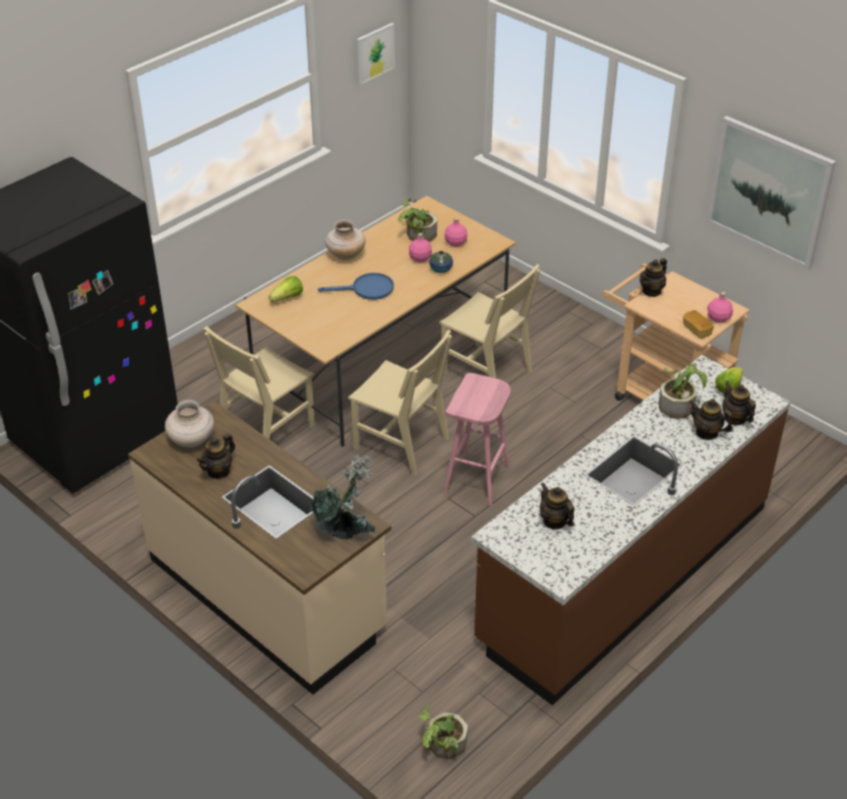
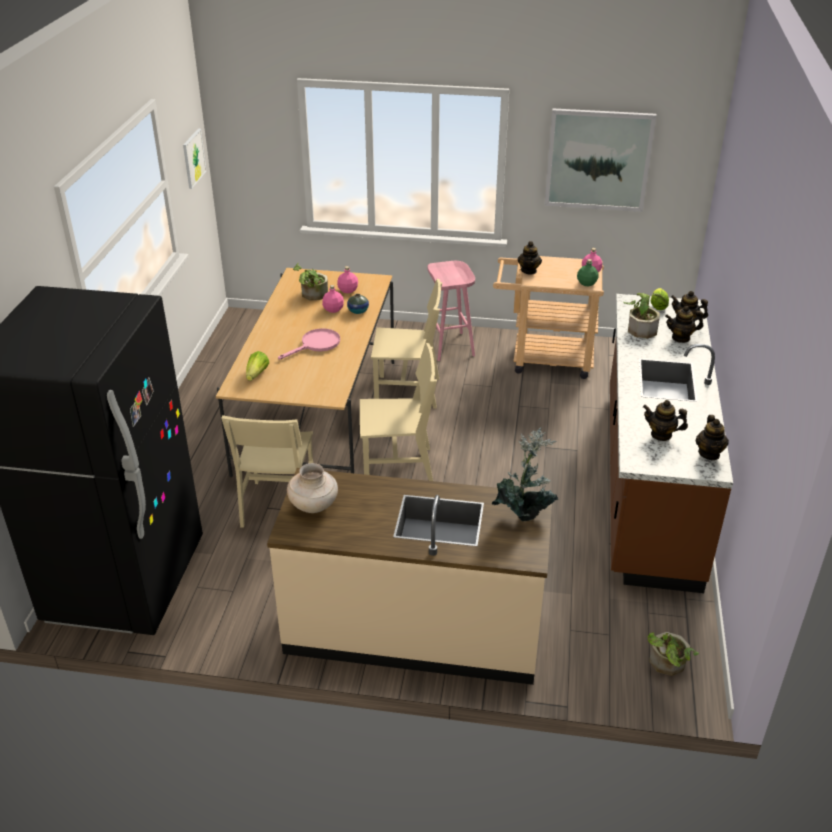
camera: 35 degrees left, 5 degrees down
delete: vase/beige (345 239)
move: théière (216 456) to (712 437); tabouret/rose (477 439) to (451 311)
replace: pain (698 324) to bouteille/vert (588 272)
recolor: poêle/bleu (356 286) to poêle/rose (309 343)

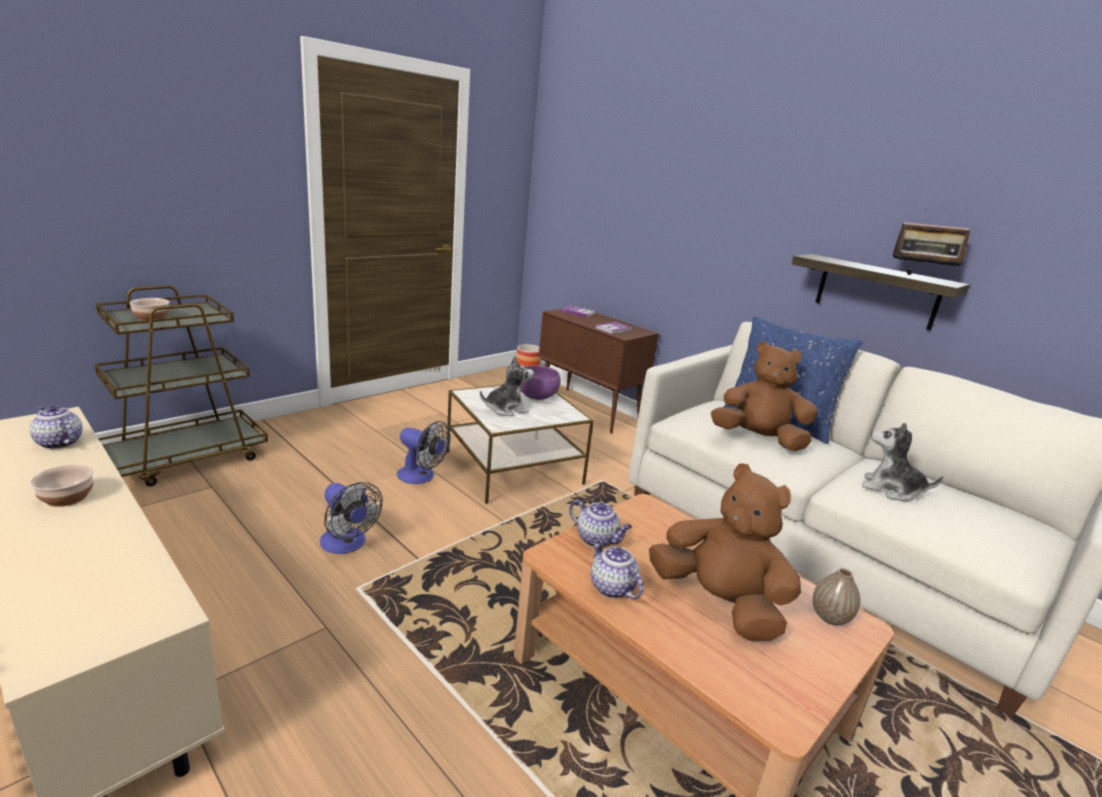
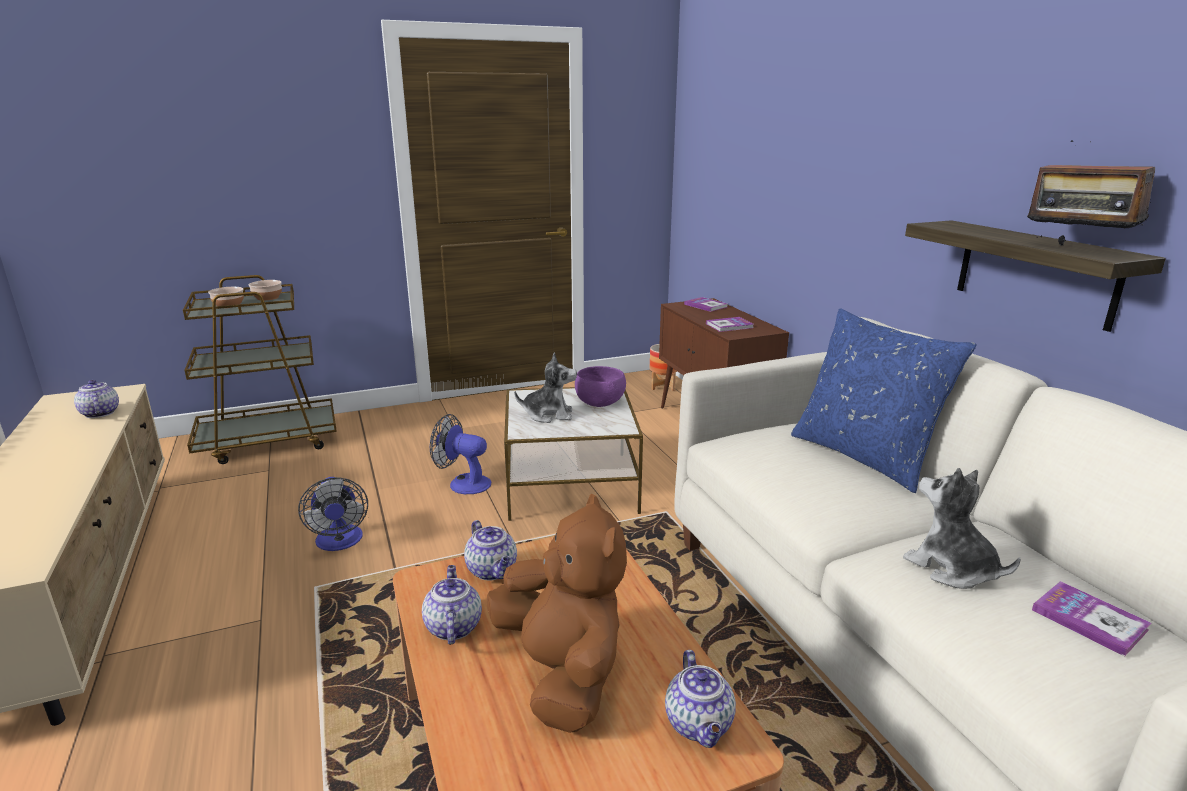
camera: 25 degrees right, 0 degrees up
delete: peluche/marron (764 396)
insert: livre (1091 619)
move: bol (61 486) to (265 290)
replace: vase (836 596) to théière (700 699)
rotate: ventilateur (423 452) = (460 454) 150 degrees clockwise

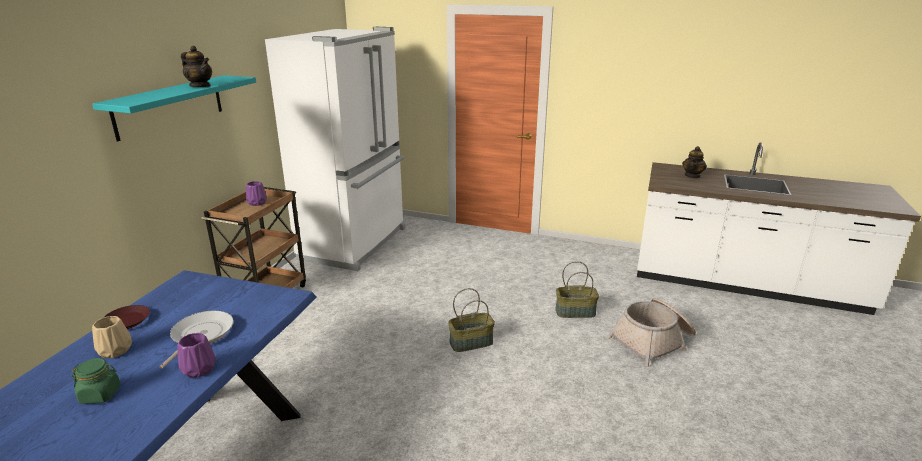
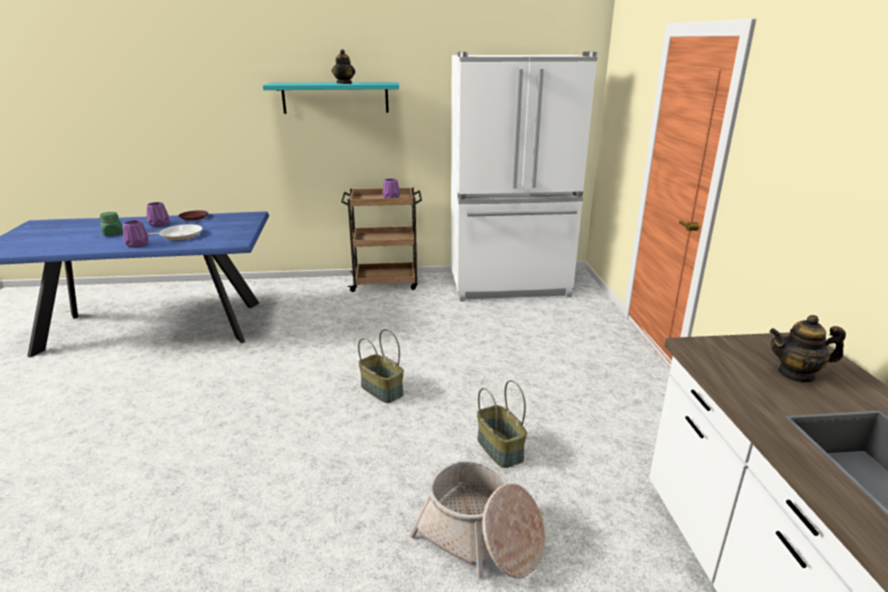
camera: 65 degrees right, 0 degrees up
recolor: vase/beige (112 337) to vase/violet (158 214)

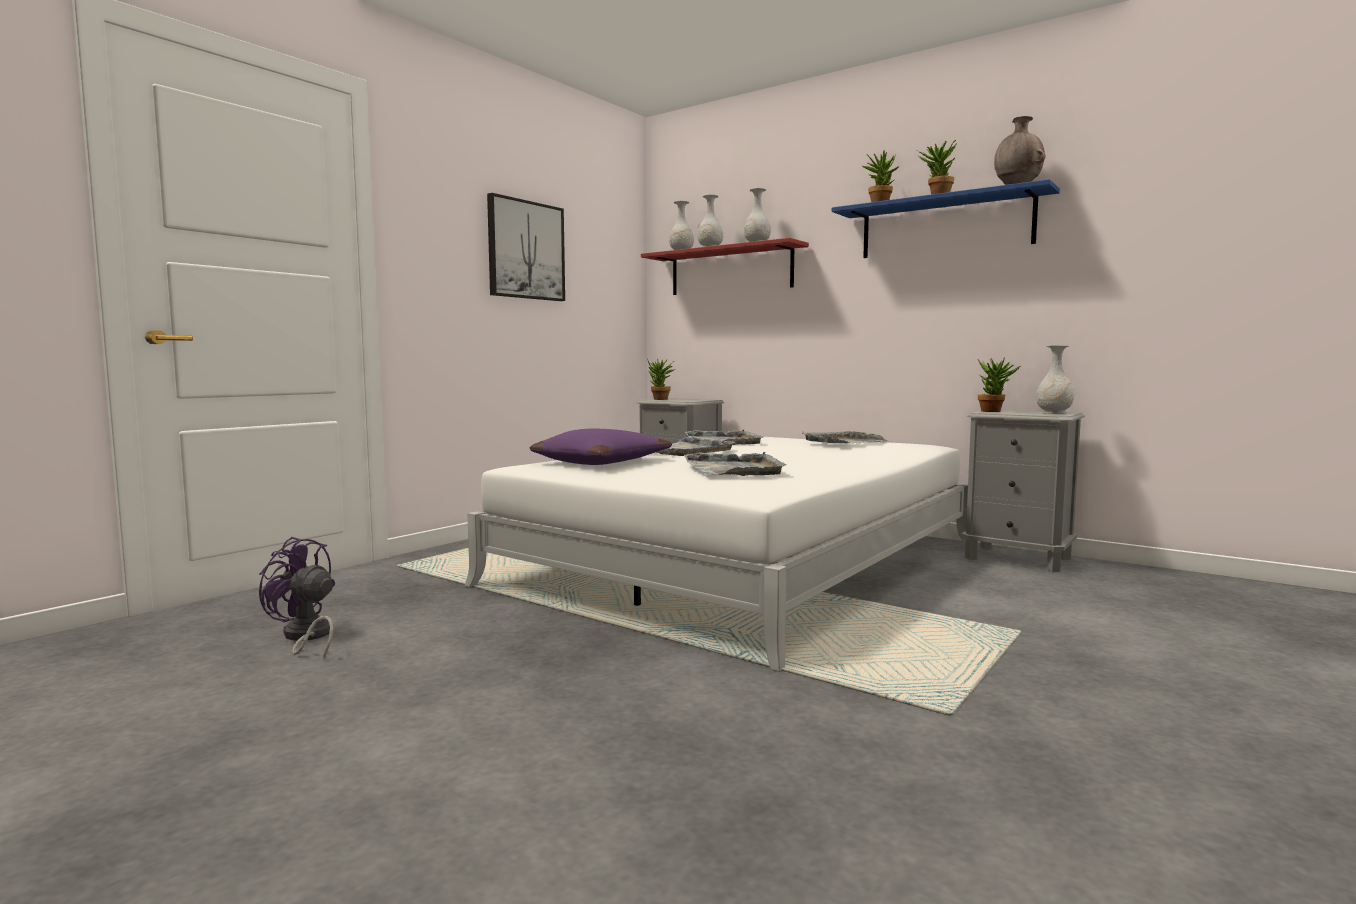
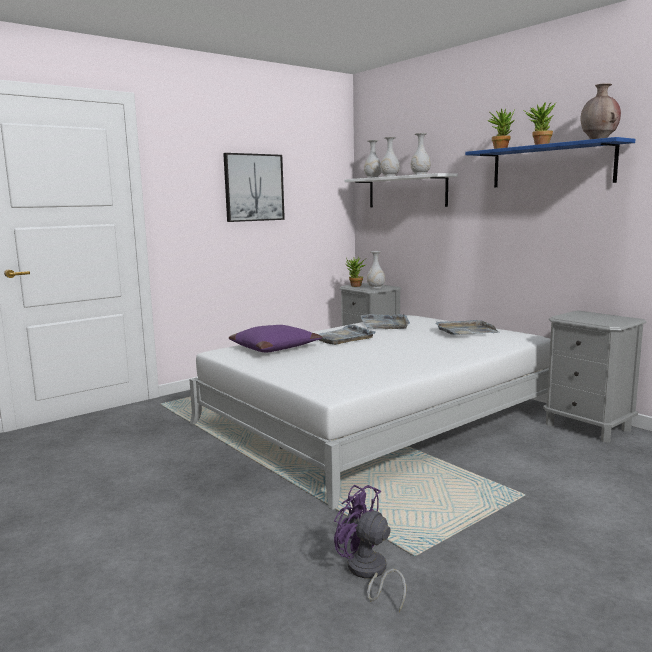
camera: 15 degrees right, 5 degrees up
delete: plateau/gris (735 464); plante en pot (999 384)
move: ventilateur/violet (297 598) to (370 548); vase/blanc (1055 379) to (376 270)
recolor: étagère/rouge (725 266) to étagère/blanc (401 190)

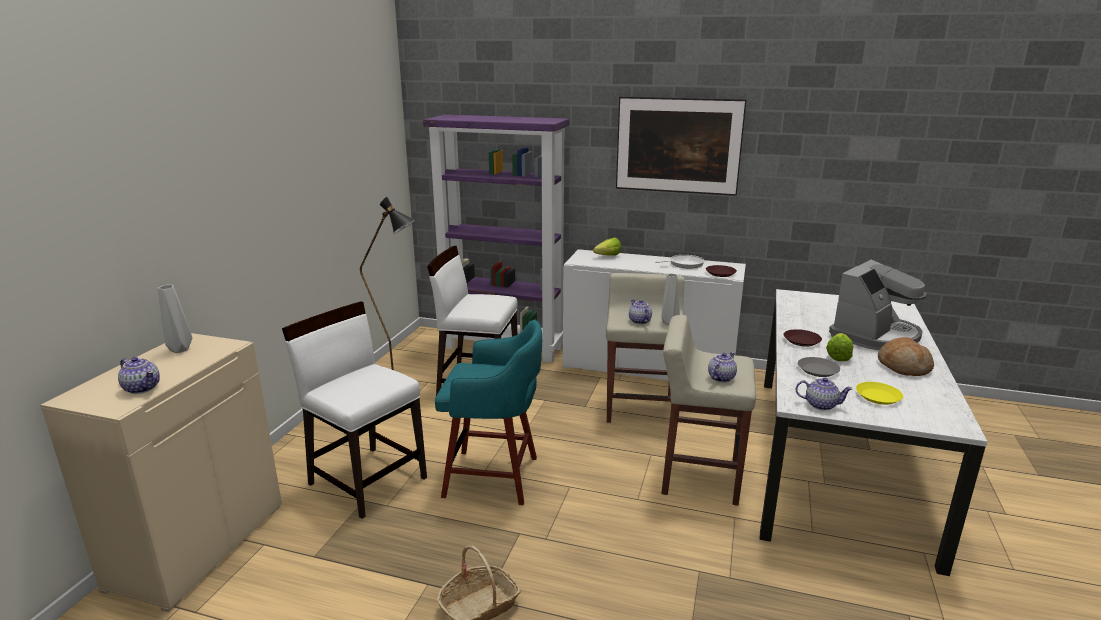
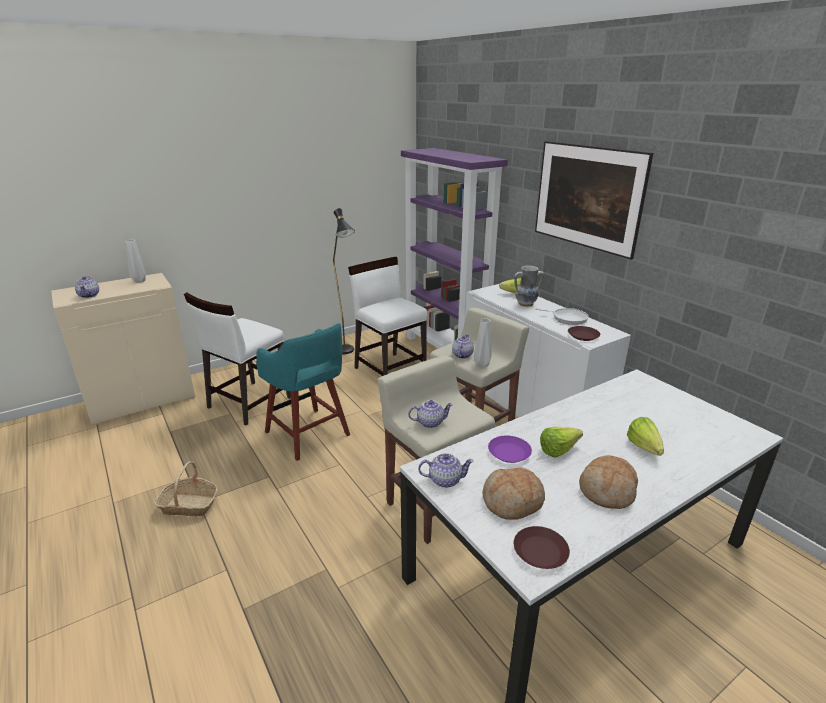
camera: 40 degrees right, 5 degrees up
insert: vase (529 286)
move: assiette/marron (802 338) to (542 547)
replace: machine à café (878 304) to laitue (645 436); assiette/jaune (879 393) to pain (514 493)
recolor: assiette/gris (819 367) to assiette/violet (510 449)
rotate: chaise/blanc (354 410) = (237 359) 135 degrees counterclockwise; théière (824 393) = (446 470) 60 degrees counterclockwise

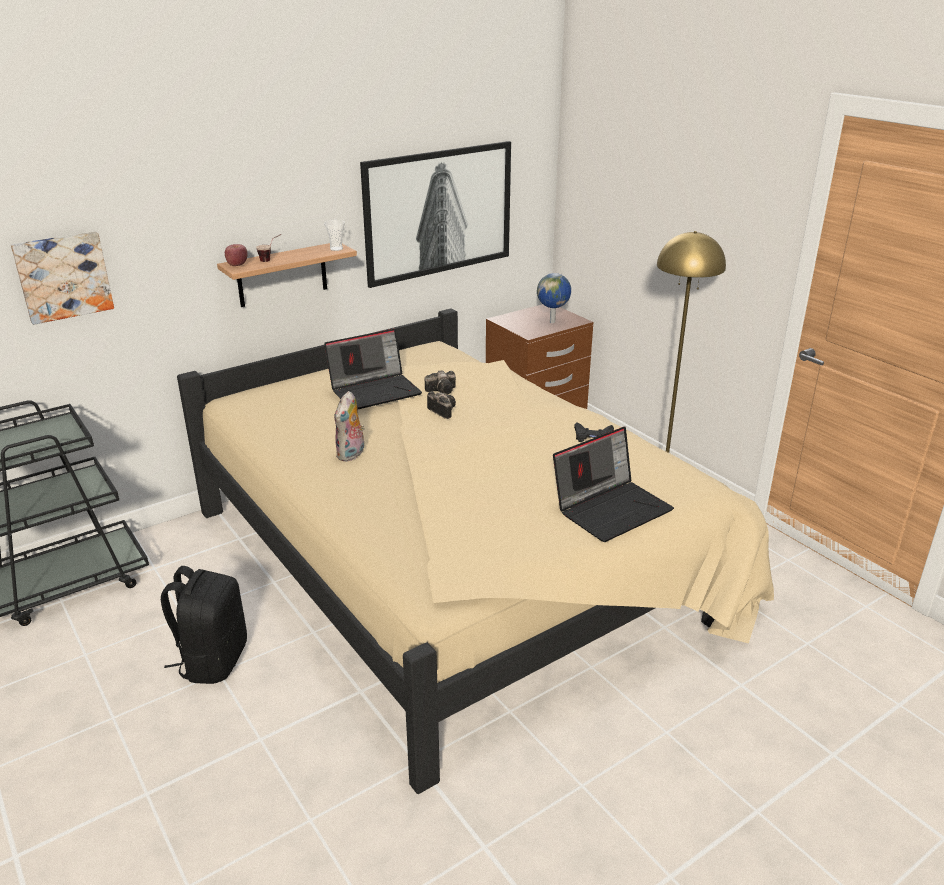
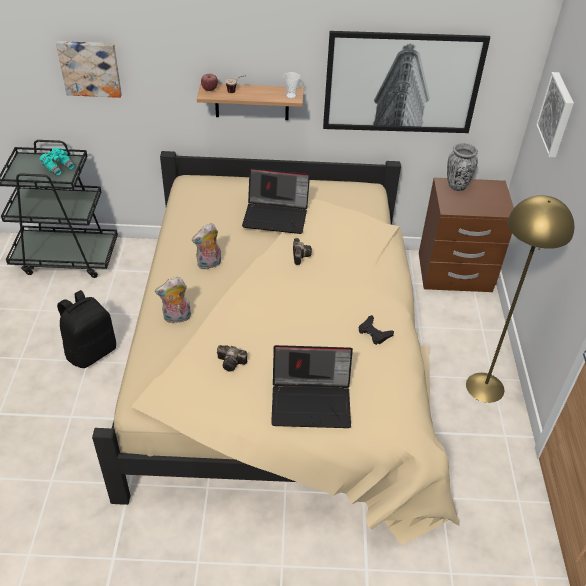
camera: 35 degrees right, 15 degrees up
delete: globe (554 298)
insert: jumelles/turquoise (57 162); peluche (173 300); vase (462 167); tableau (555 114)
move: appareil photo (440 382) to (232 358)

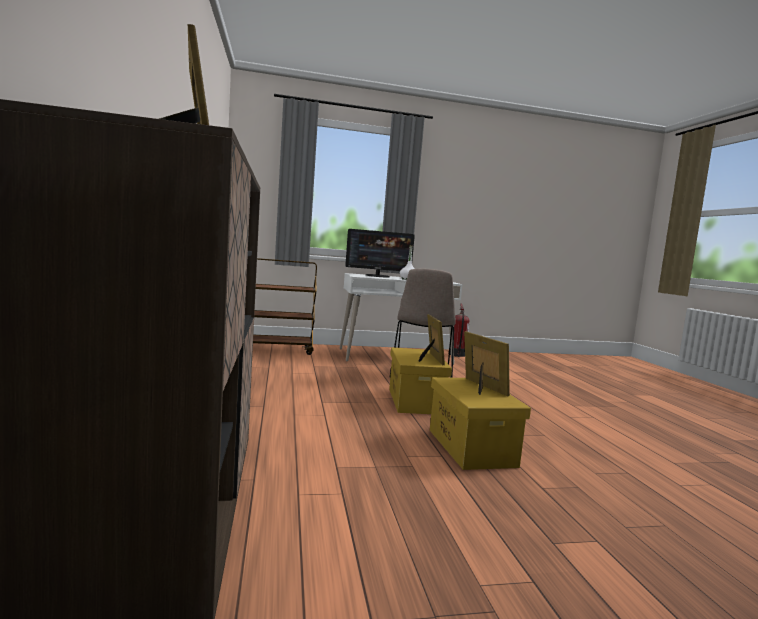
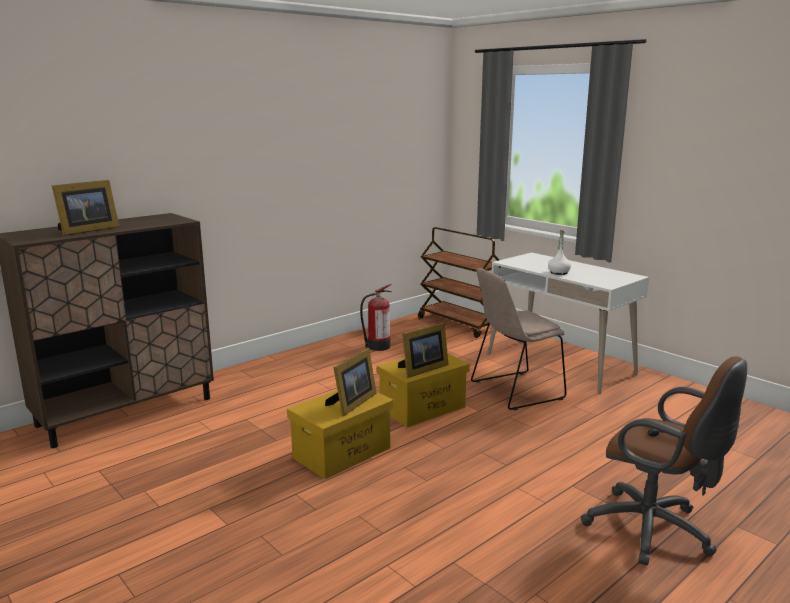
camera: 60 degrees right, 10 degrees up
delete: écran d'ordinateur (380 253)
insert: chaise de bureau/marron (664 460)
move: extincteur (460 330) to (375 317)

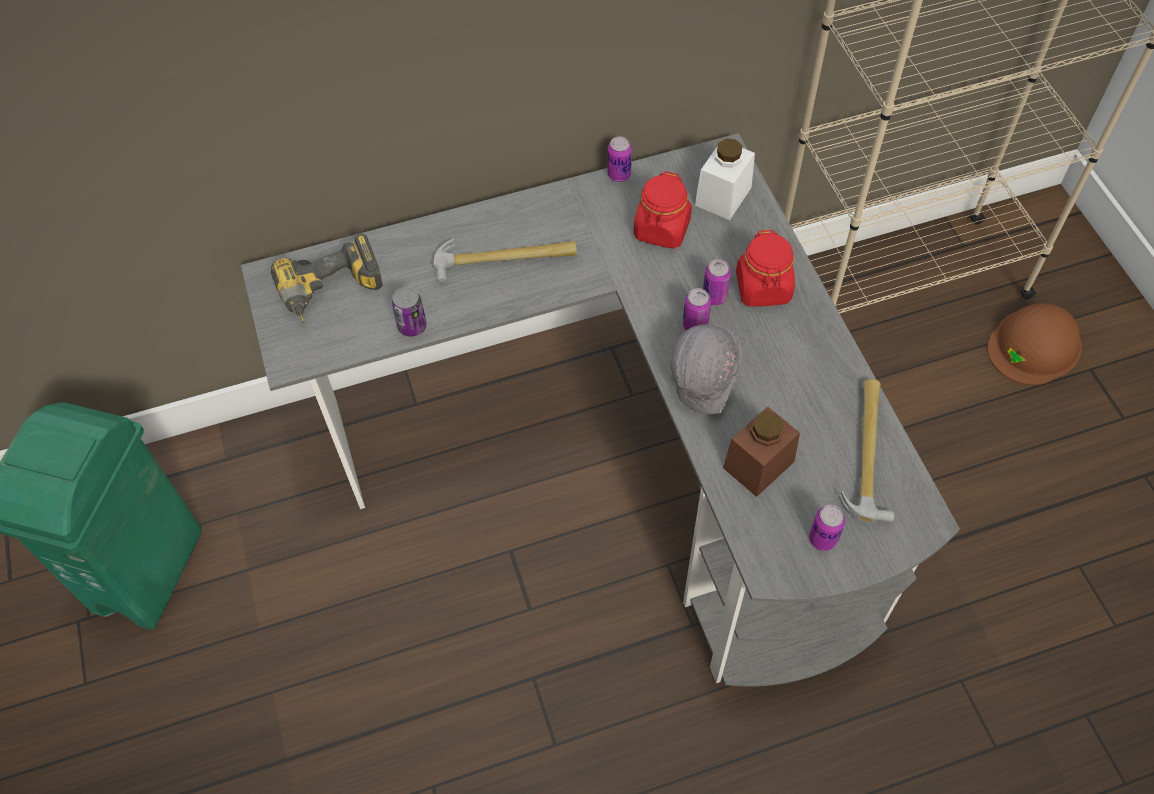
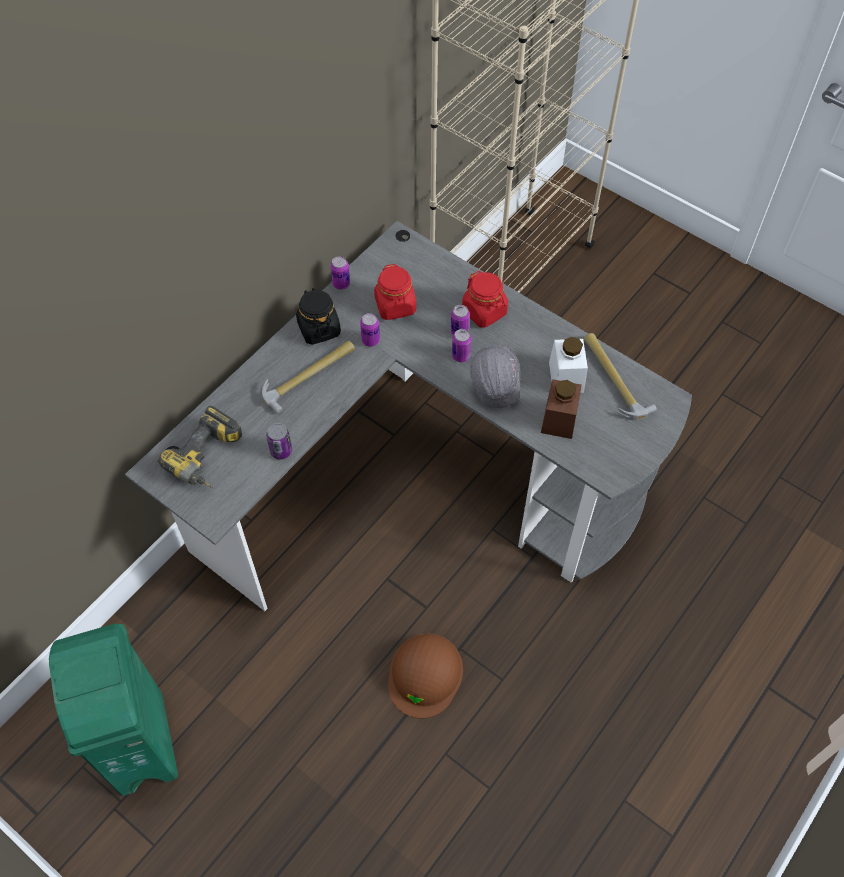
camera: 35 degrees left, 0 degrees up
insert: bocal/noir (318 316)
move: bocal/blanc (725 179) to (568 365); boîte métallique (827 528) to (370 330); casque de chantier/marron (1034 344) to (425 676)

